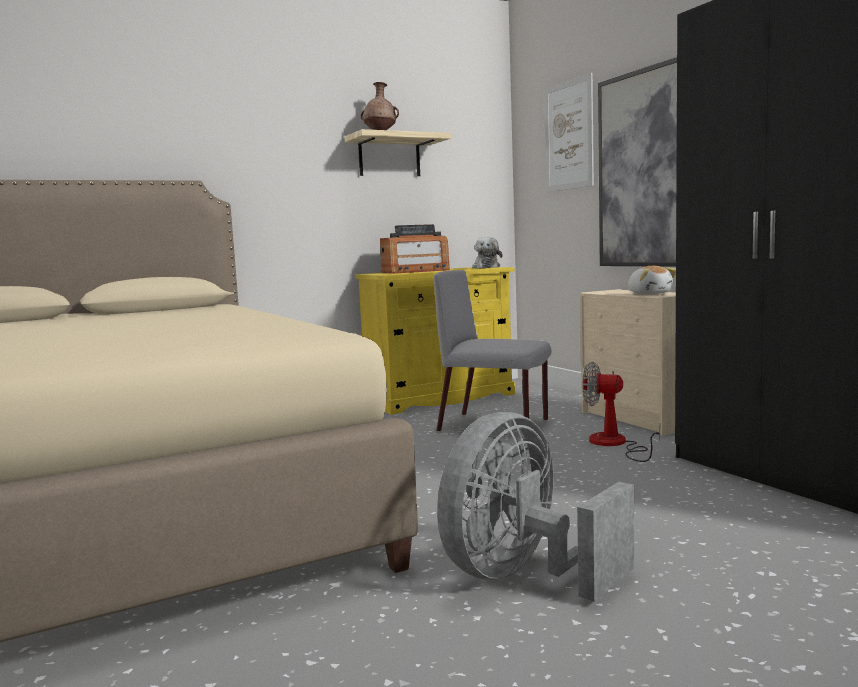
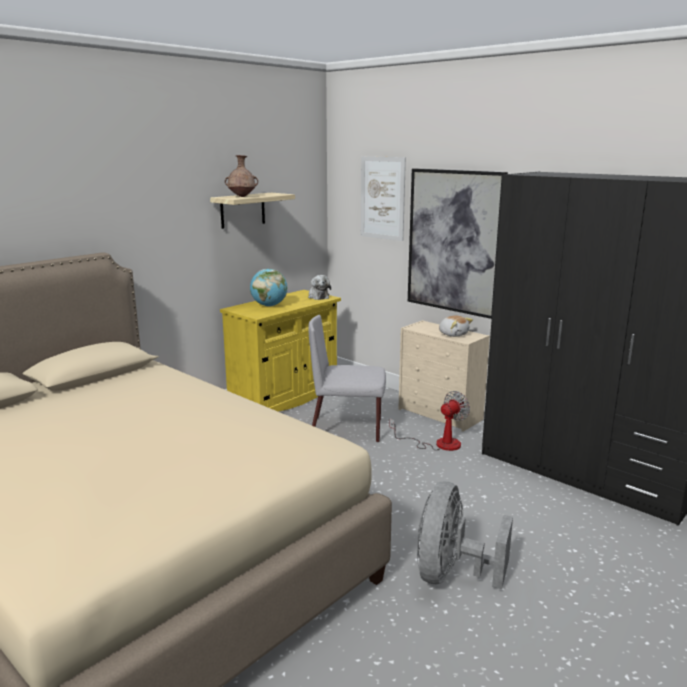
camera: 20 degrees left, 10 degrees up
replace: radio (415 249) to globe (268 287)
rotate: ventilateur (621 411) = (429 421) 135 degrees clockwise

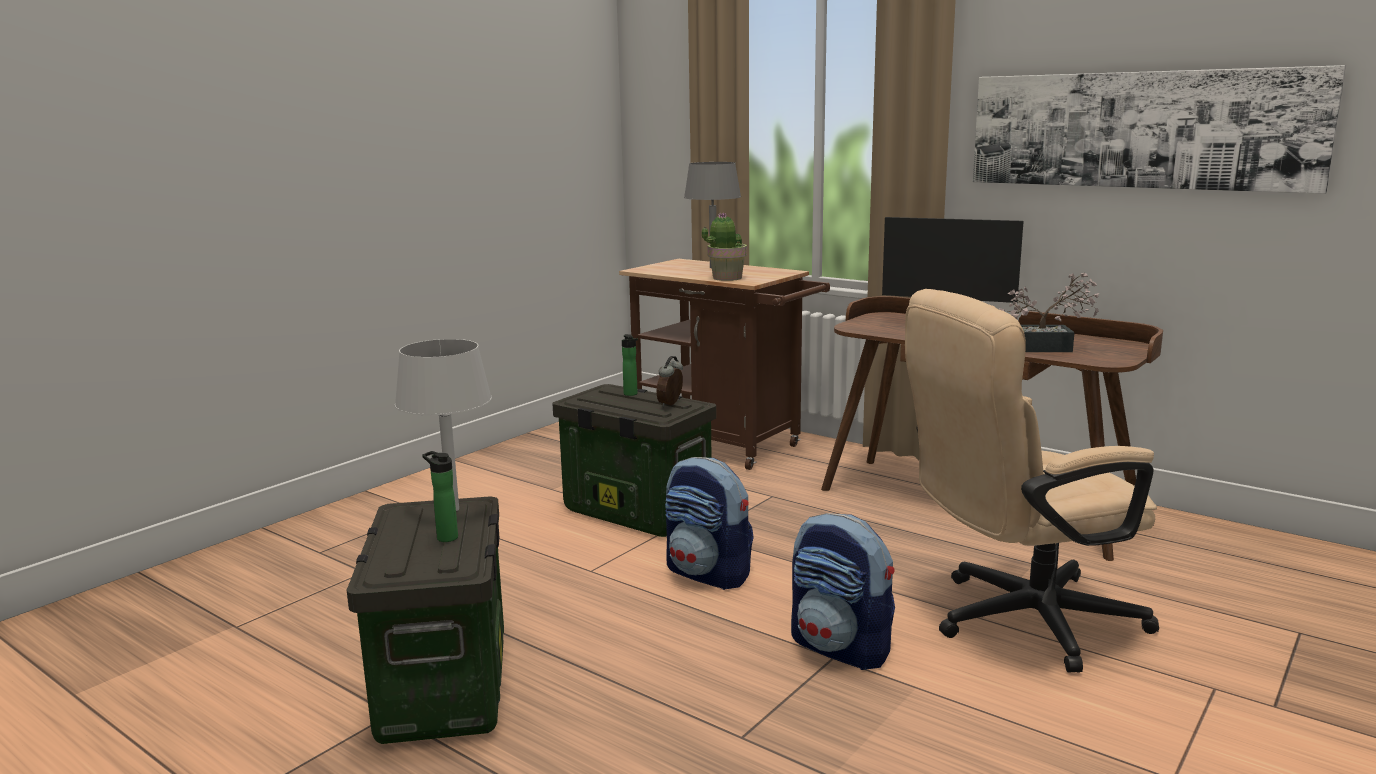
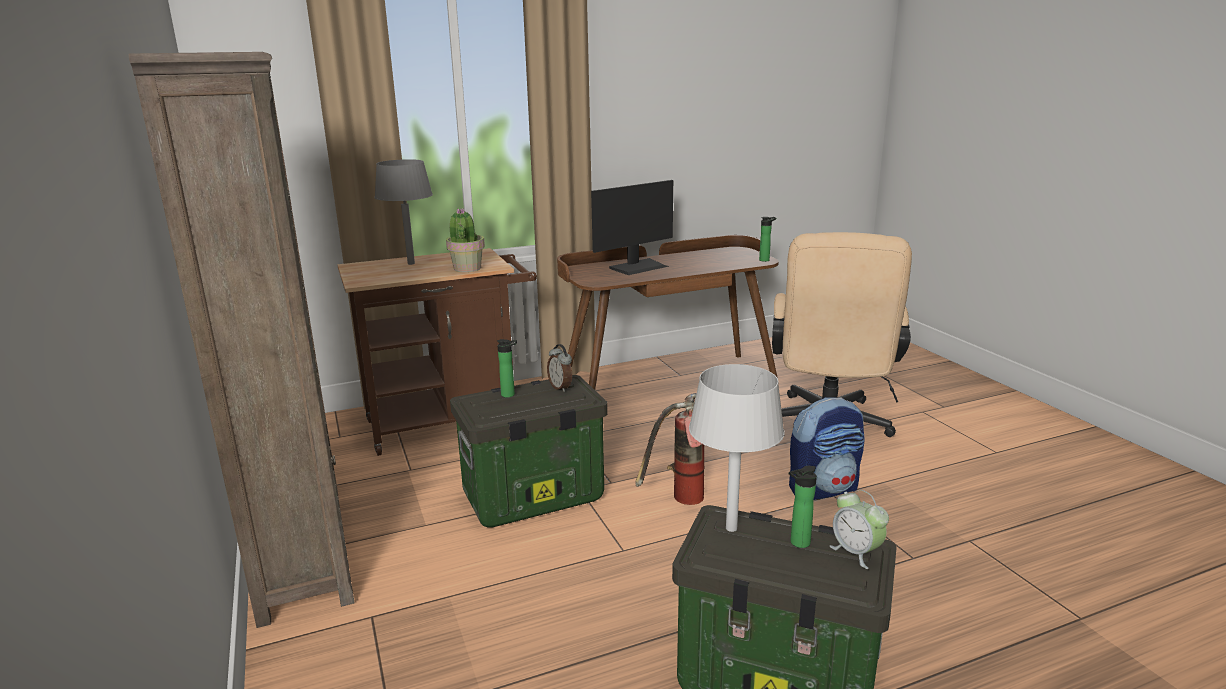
camera: 60 degrees left, 5 degrees up
delete: tableau (1159 129); plante en pot (1049 312)
insert: bibliothèque/marron (242 340); bouteille (767 239); réveil (859 529)
replace: sac à dos (709 523) to extincteur (669 449)

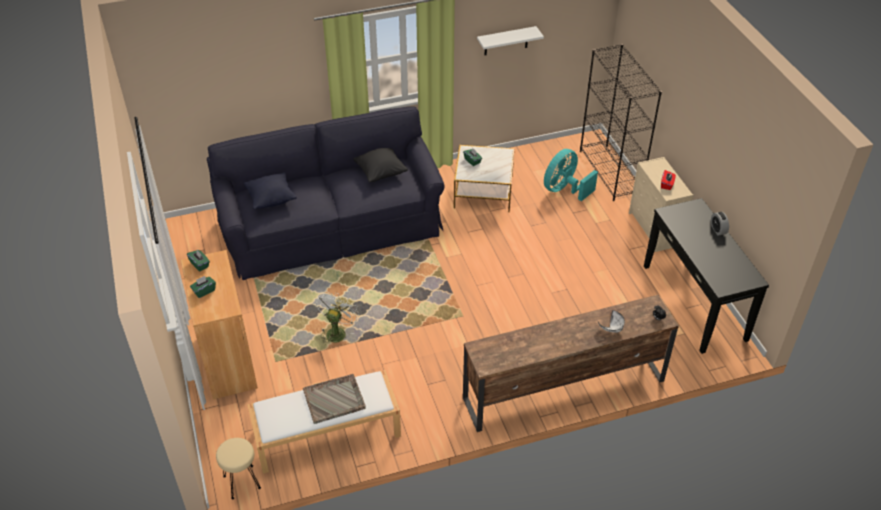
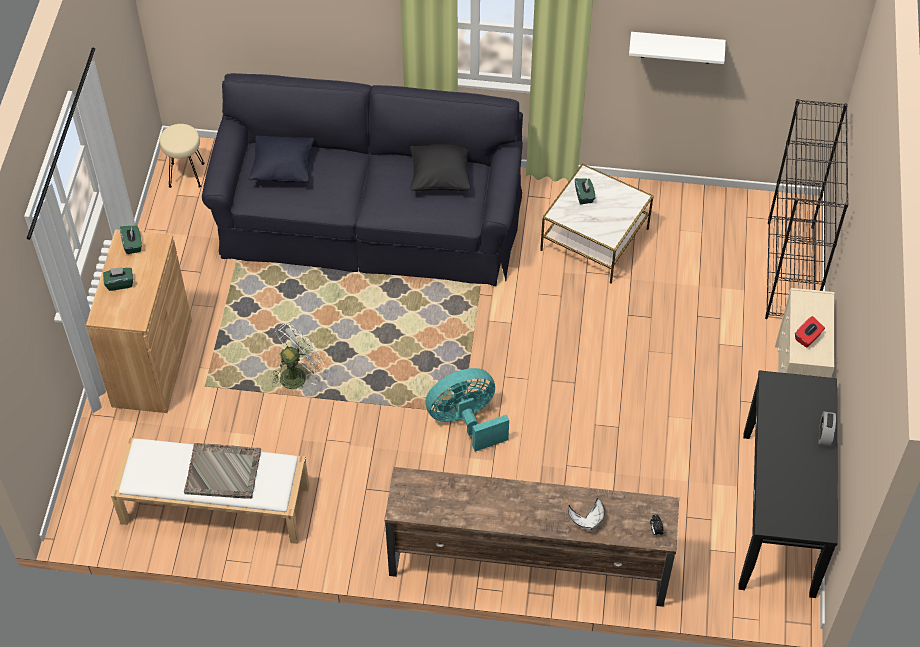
camera: 25 degrees right, 10 degrees up
move: tabouret/beige (238 468) to (182 156); ventilateur/turquoise (571 175) to (467 410)

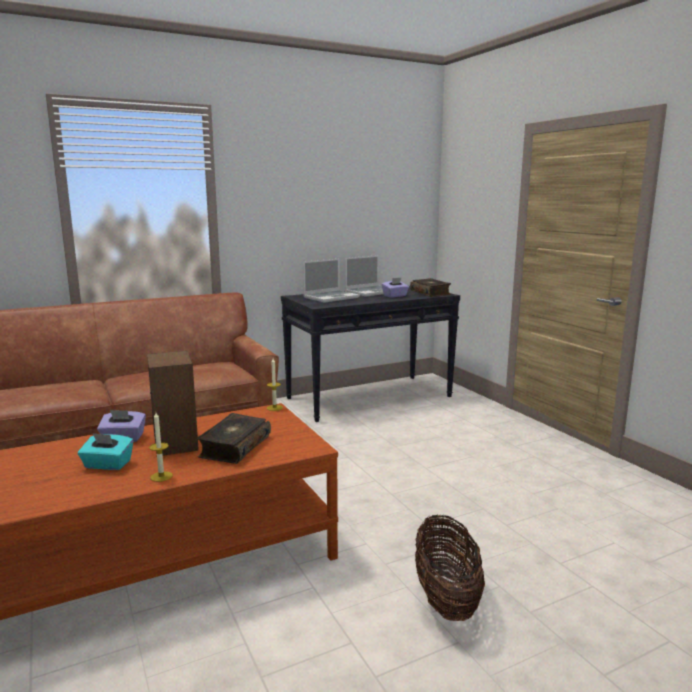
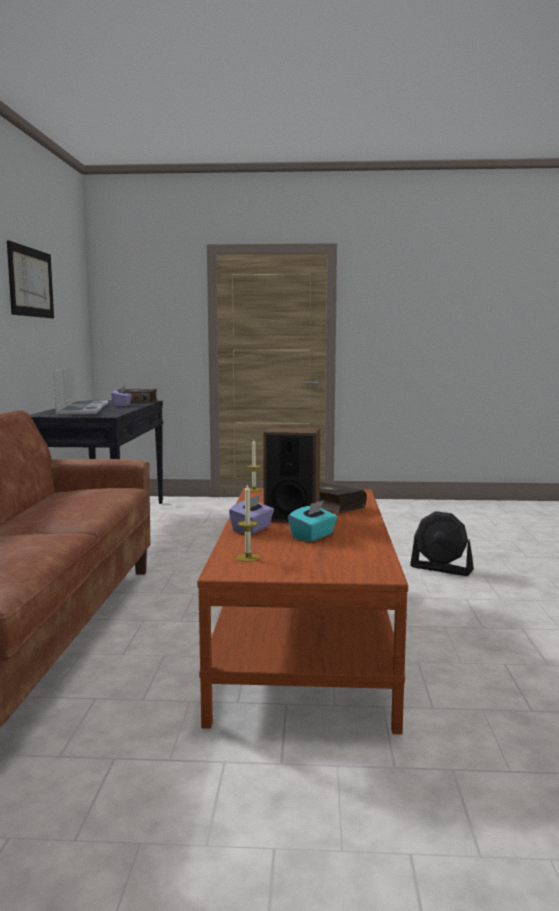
camera: 60 degrees left, 5 degrees down
insert: tableau (30 279)
move: bougie (161 447) to (248 523)
replace: panier (450 567) to ventilateur/noir (442 543)

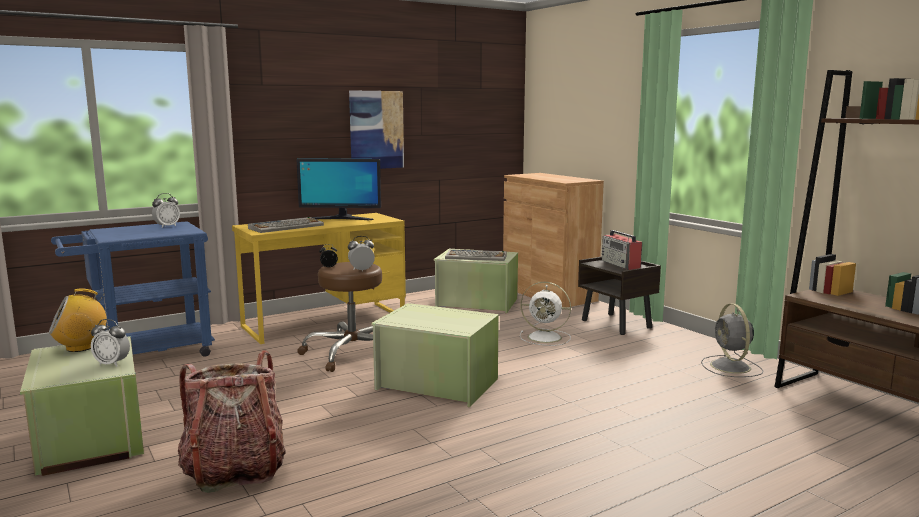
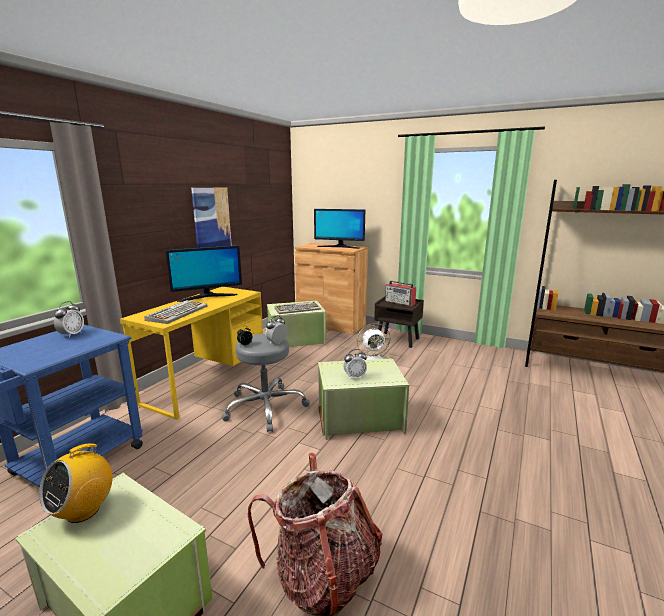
camera: 30 degrees left, 5 degrees up
delete: ventilateur/gris (732 340)
insert: écran d'ordinateur (339 229)
move: réveil (110 343) to (355 364)
recolor: tabouret/marron (339 317) to tabouret/gris (266 383)

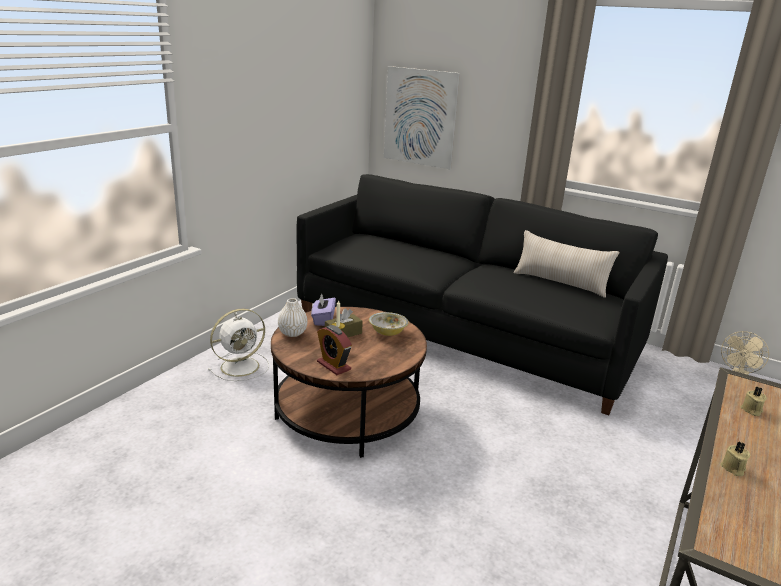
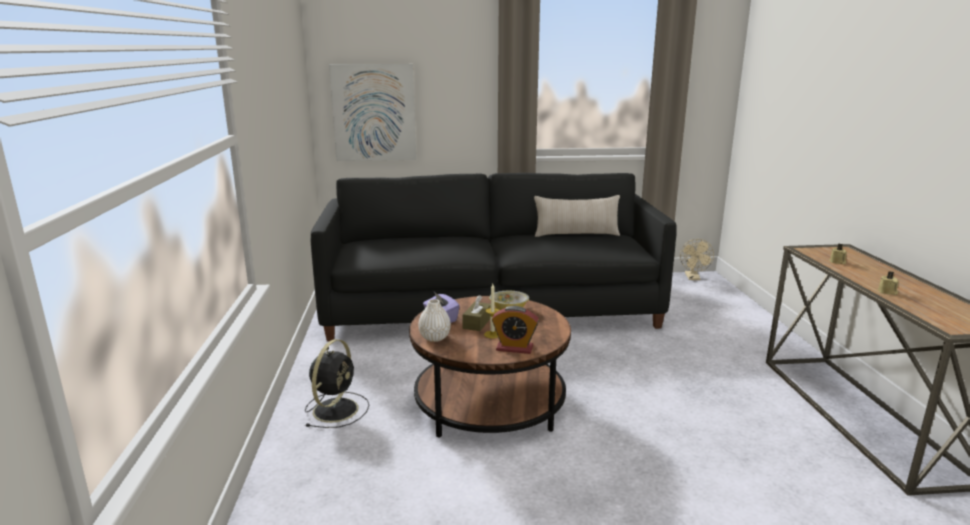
camera: 35 degrees left, 5 degrees down
recolor: ventilateur/blanc (238 345) to ventilateur/noir (337 383)

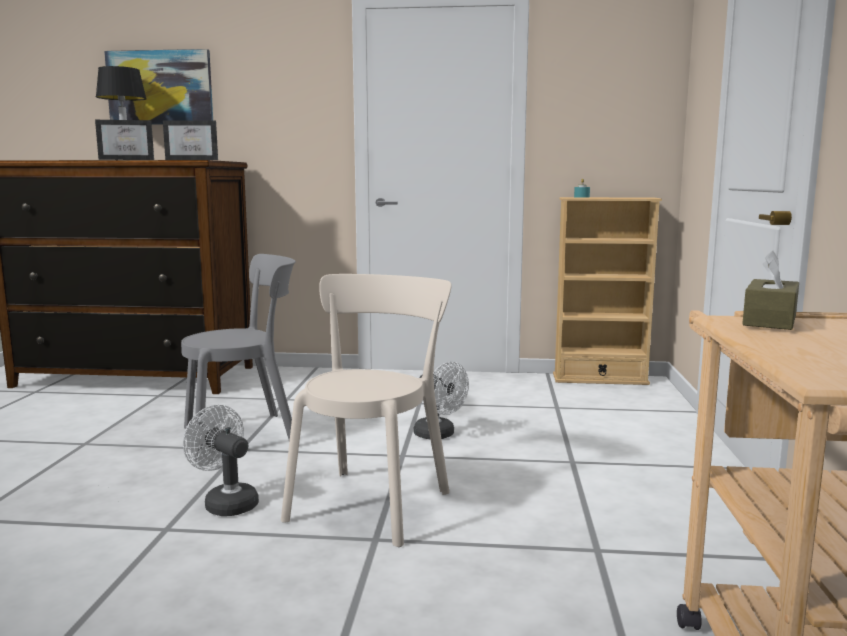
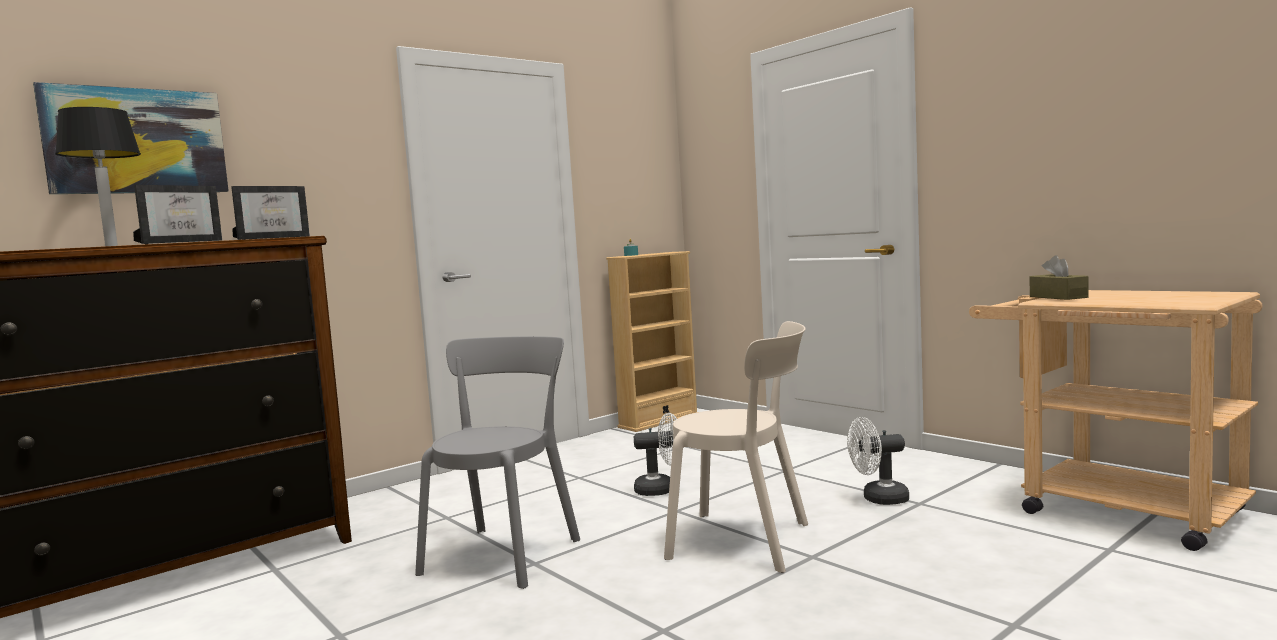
camera: 45 degrees left, 5 degrees down
move: ventilateur/blanc (221 460) to (878 461)
rotate: chaise/beige (366 410) = (736 447) 135 degrees clockwise

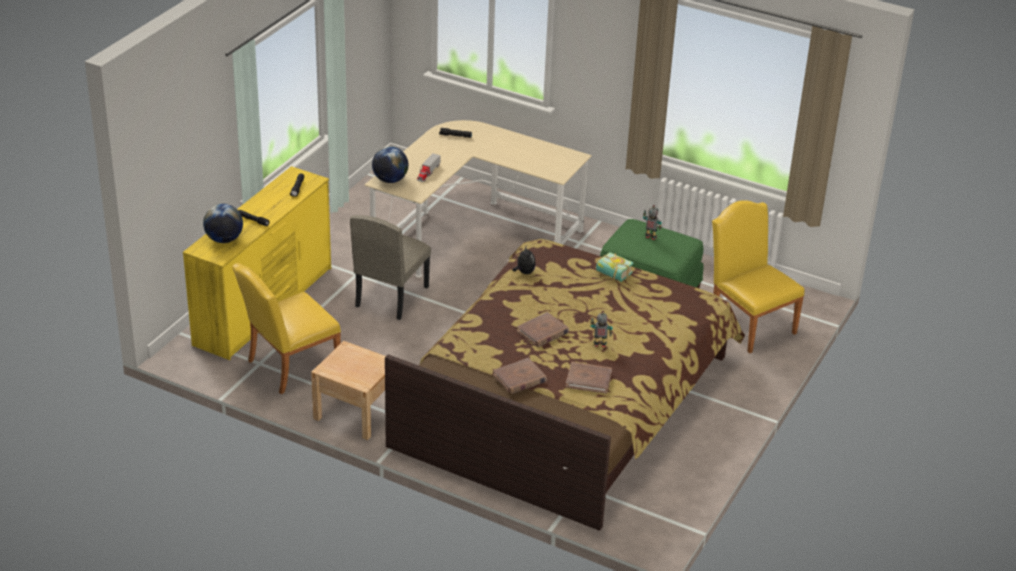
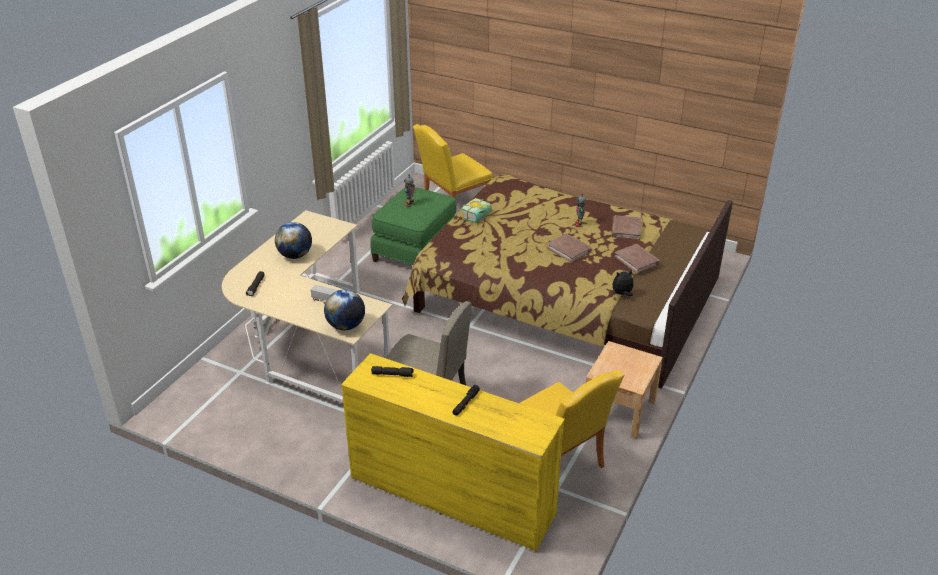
camera: 90 degrees left, 0 degrees up
move: globe (223 223) to (293 240); peluche (524 260) to (623 283)

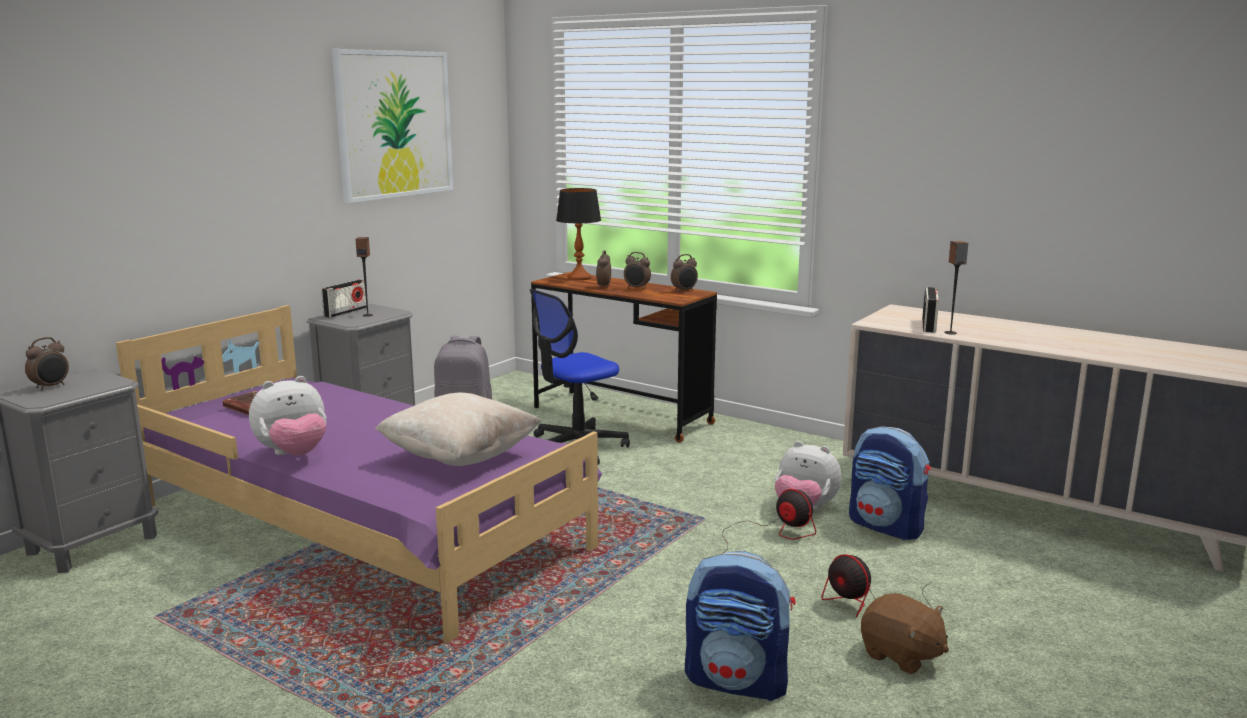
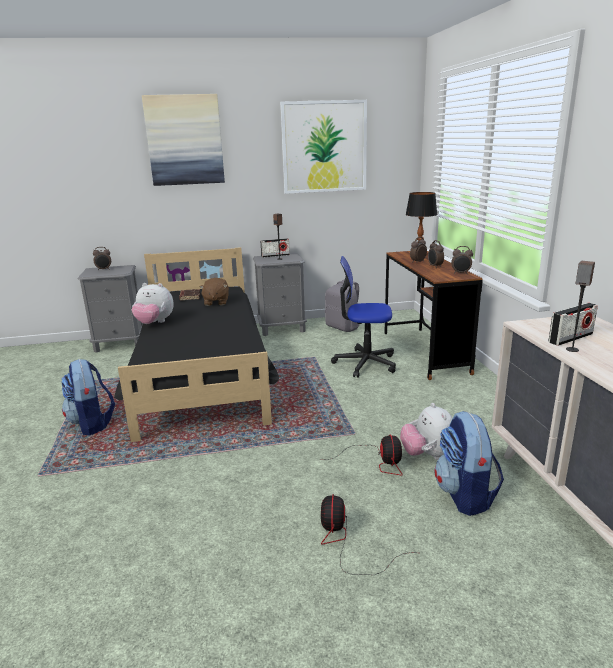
camera: 45 degrees right, 5 degrees up
delete: coussin/beige (458 429)
insert: tableau (183 140)
move: sac à dos (740 626) to (88 397); peluche/marron (905 633) to (214 292)
recolor: lit/violet (359 474) to lit/noir (196 344)

